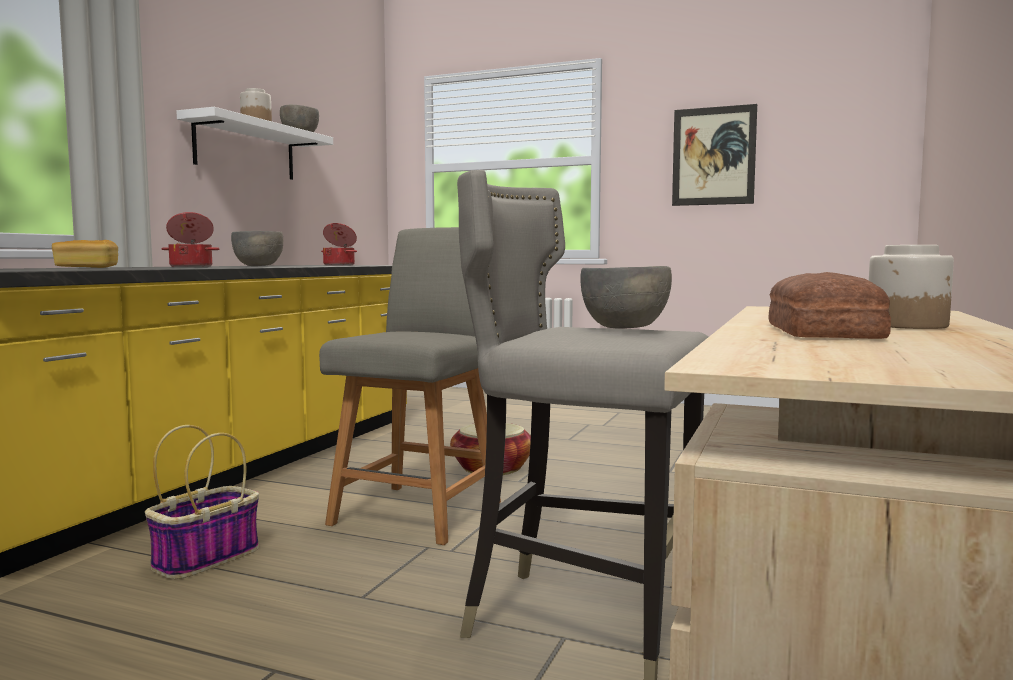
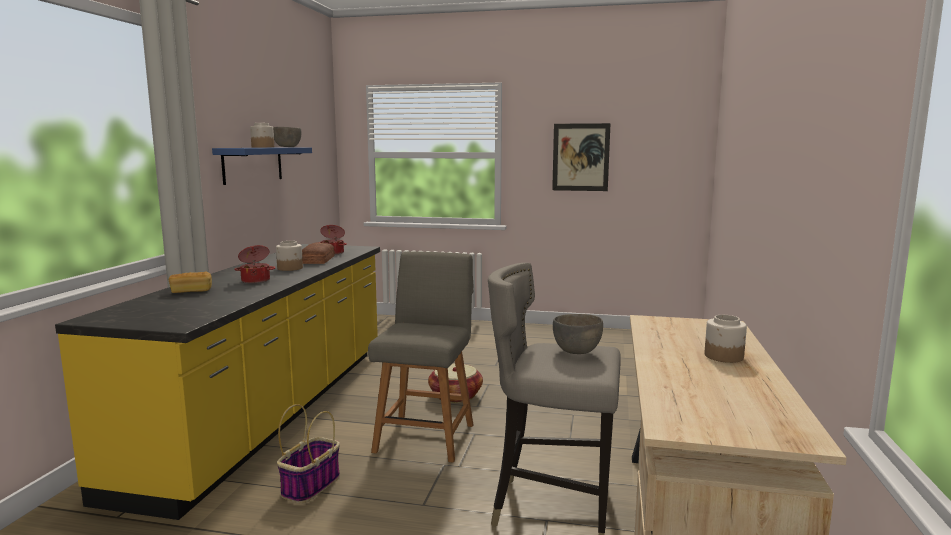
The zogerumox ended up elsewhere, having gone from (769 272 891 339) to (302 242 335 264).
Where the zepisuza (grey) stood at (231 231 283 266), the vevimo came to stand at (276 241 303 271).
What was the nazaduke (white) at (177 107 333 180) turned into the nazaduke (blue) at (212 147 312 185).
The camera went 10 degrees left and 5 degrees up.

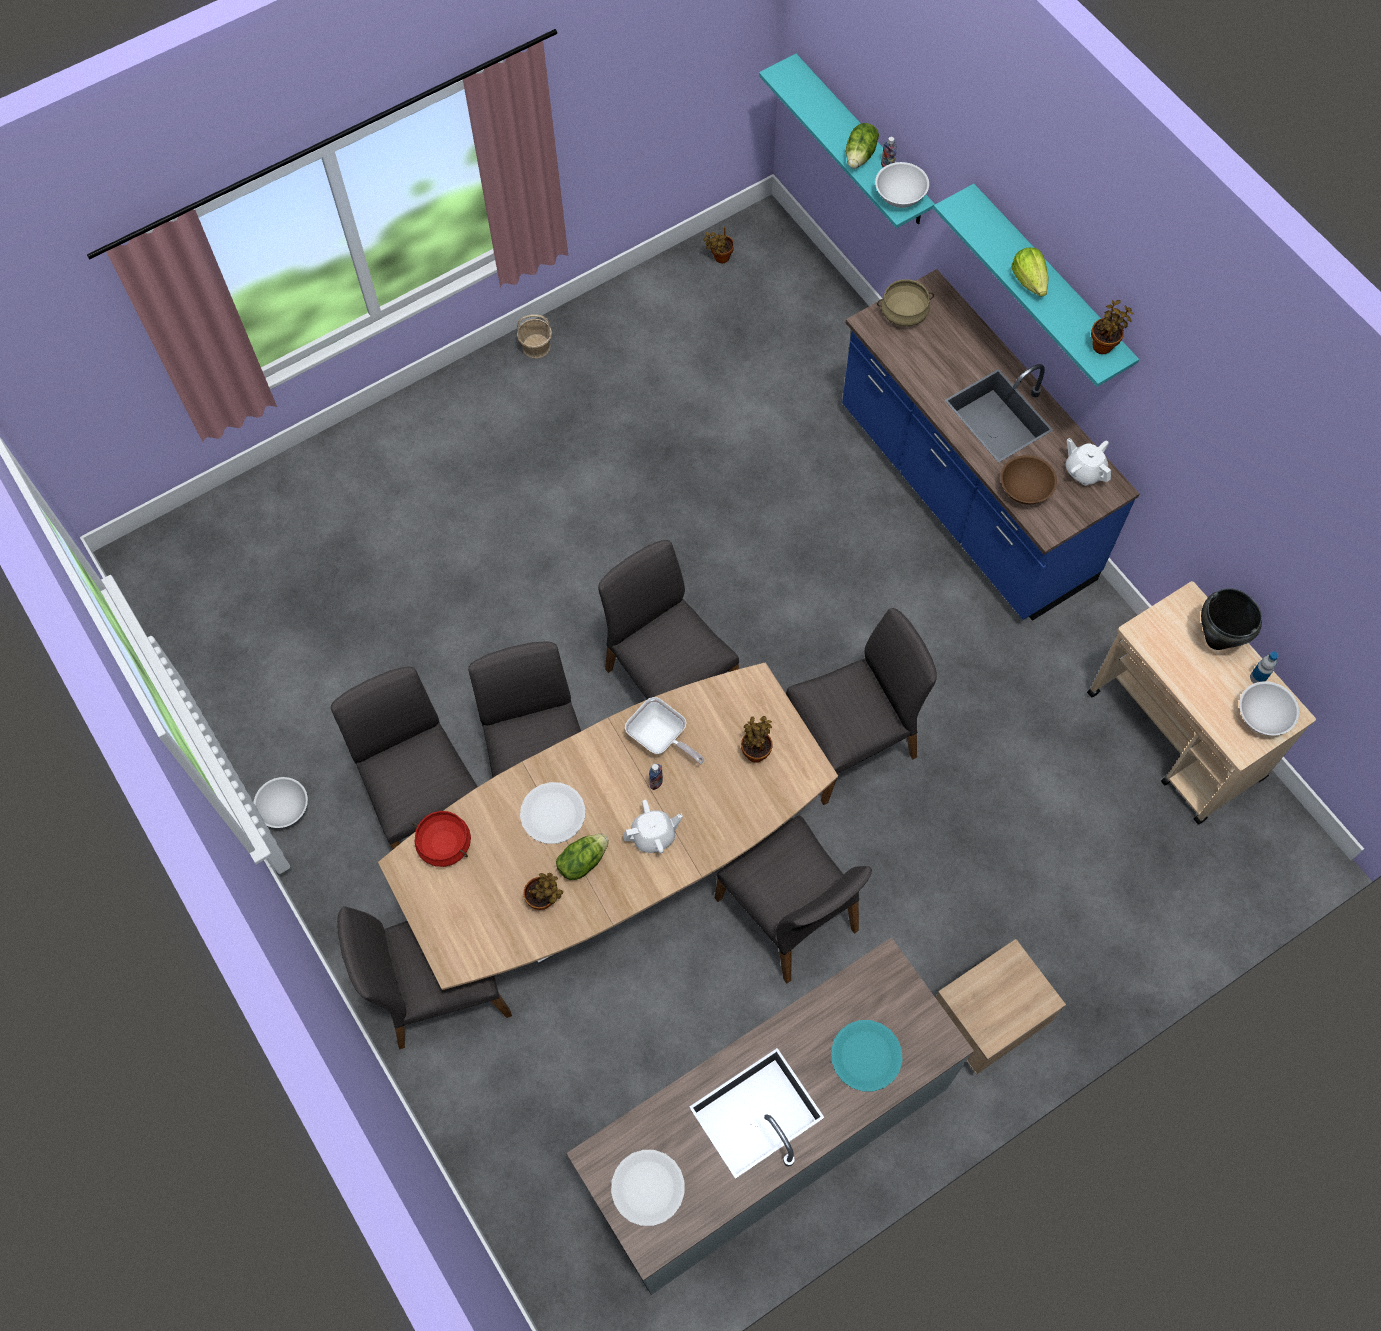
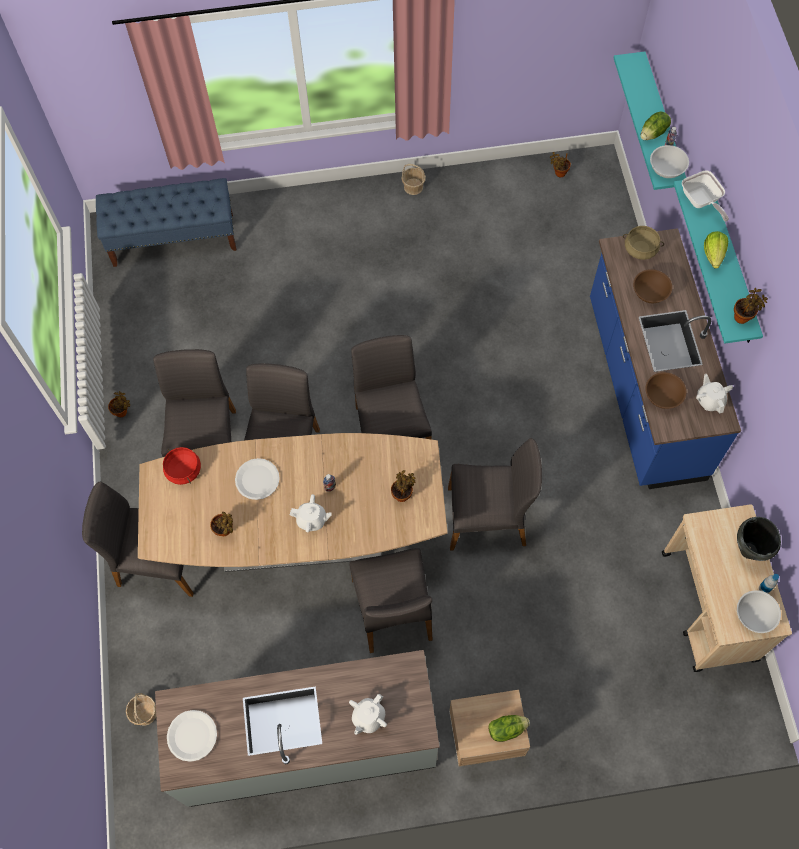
The second view gained the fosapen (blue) at (96 178 237 267).
The second view gained the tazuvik at (126 693 156 726).
The second view gained the zepisuza (brown) at (633 269 672 303).
The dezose ended up elsewhere, having gone from (556 834 609 880) to (488 715 530 742).
The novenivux ended up elsewhere, having gone from (625 697 705 764) to (682 170 729 222).
Where the zepisuza (white) stood at (253 777 308 828), the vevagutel came to stand at (108 391 130 417).
Where the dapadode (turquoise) stood at (831 1020 902 1091), the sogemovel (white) came to stand at (349 694 387 735).
The camera went 25 degrees right and 0 degrees up.

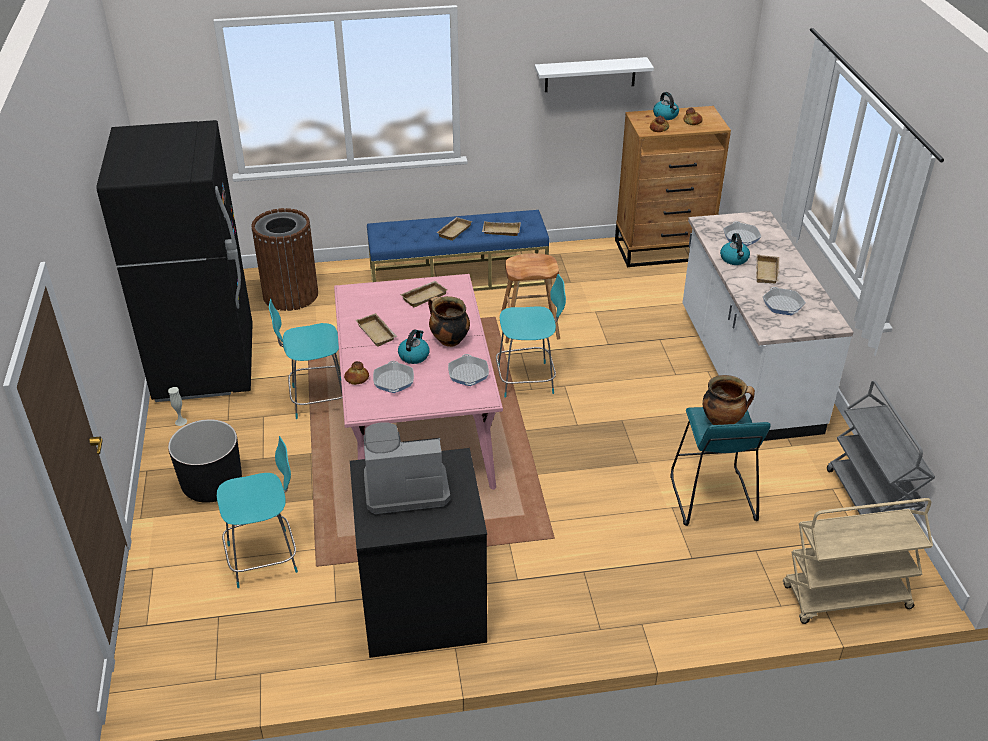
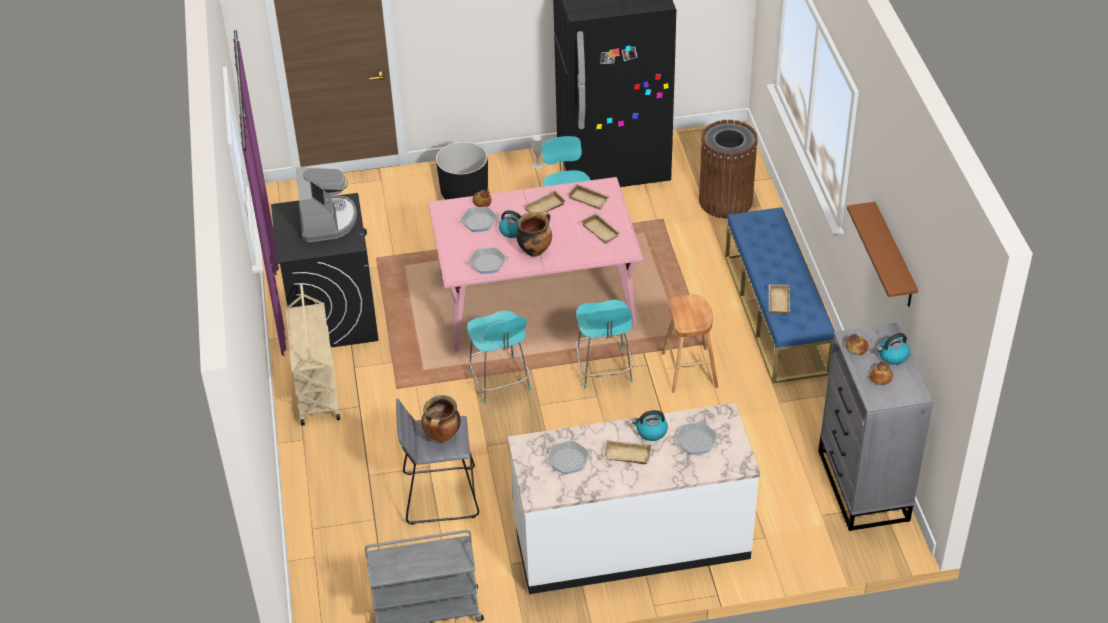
The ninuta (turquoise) ended up elsewhere, having gone from (217 436 298 588) to (467 311 531 404).
The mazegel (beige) ended up elsewhere, having gone from (436 217 472 241) to (567 184 611 210).
The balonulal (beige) ended up elsewhere, having gone from (783 498 933 624) to (286 284 340 425).
What was the nazaduke (white) at (535 57 654 92) turned into the nazaduke (brown) at (847 202 918 307).
What was the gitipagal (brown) at (615 106 731 267) turned into the gitipagal (grey) at (818 323 933 531).
What was the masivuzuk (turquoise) at (670 407 771 526) turned into the masivuzuk (grey) at (396 398 479 525).
The camera went 90 degrees right and 5 degrees up.

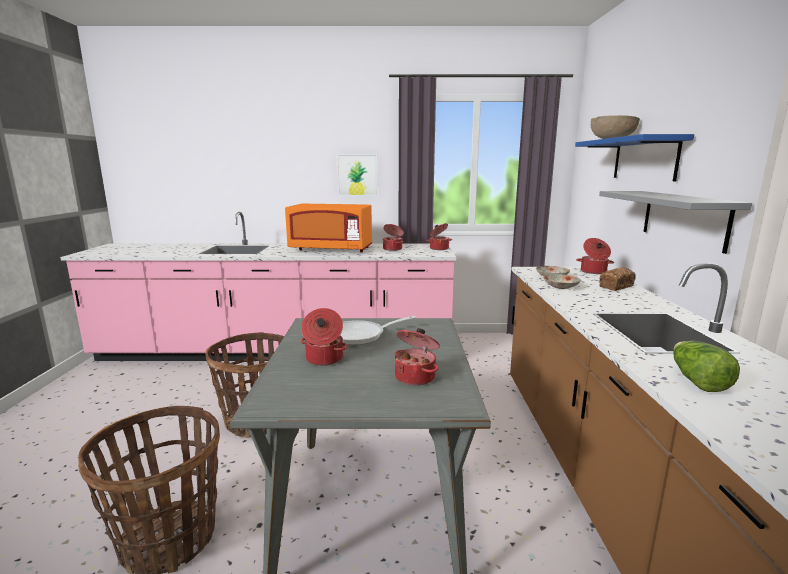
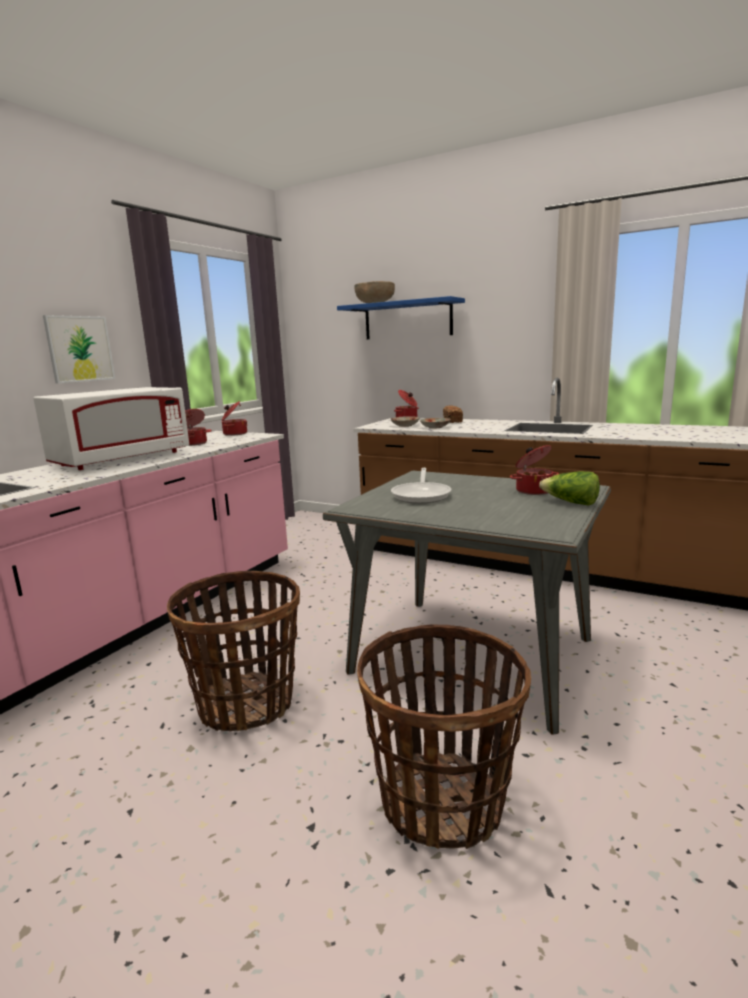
The second view lost the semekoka at (301 308 348 366).
The second view lost the nazaduke (grey) at (599 191 752 254).
The dezose ended up elsewhere, having gone from (673 341 740 392) to (539 471 600 506).
What was the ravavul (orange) at (285 204 372 252) turned into the ravavul (white) at (33 387 189 470).
The camera went 60 degrees left and 0 degrees up.

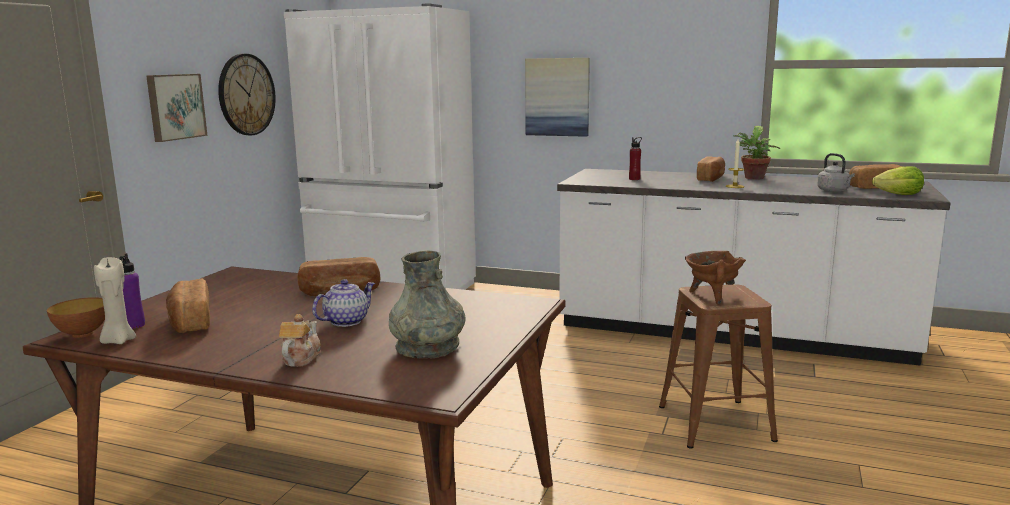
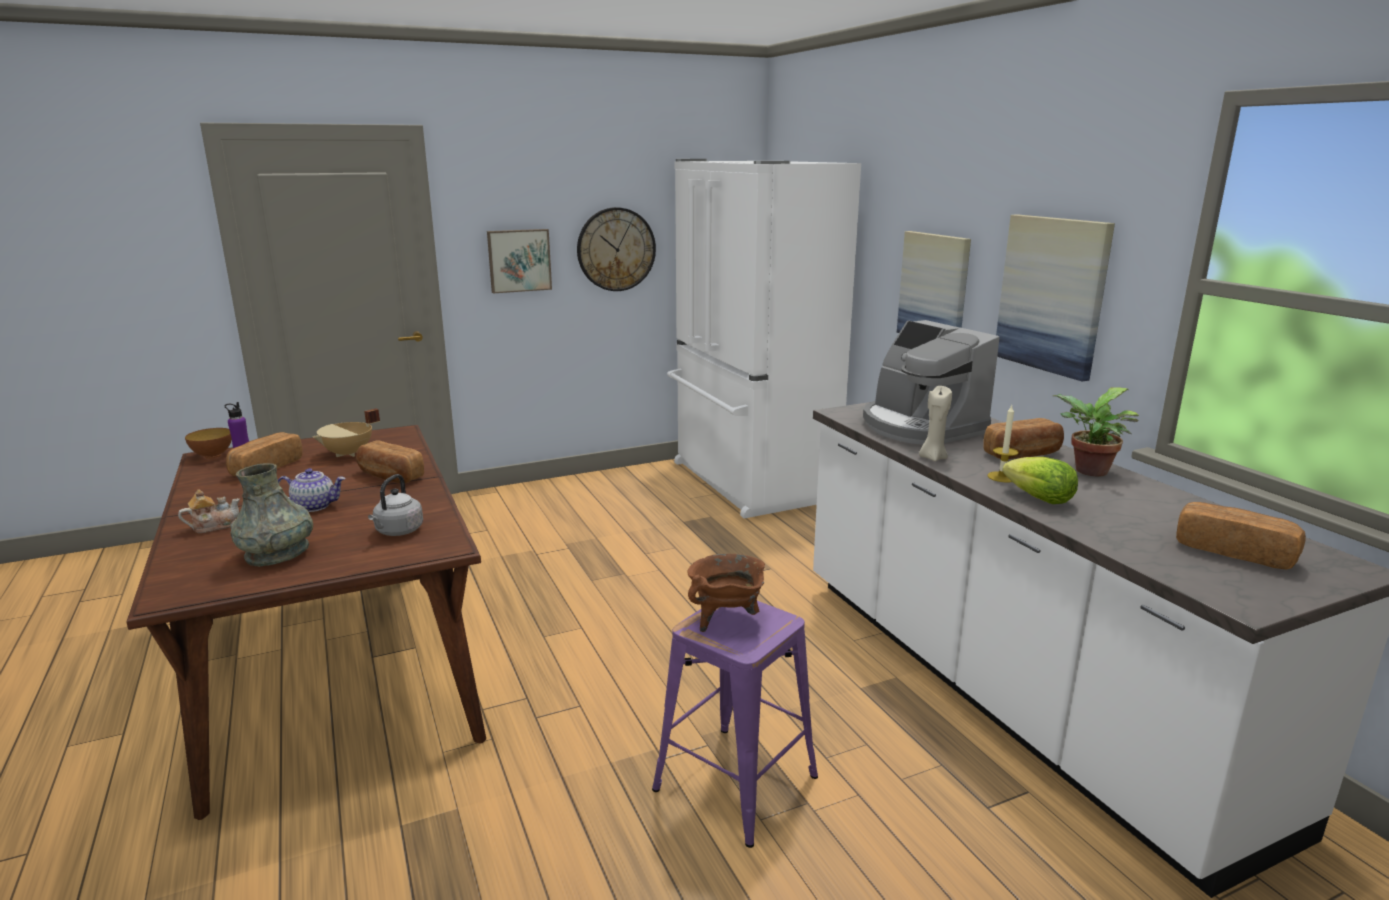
The second view gained the semekoka (beige) at (313 408 380 457).
The second view gained the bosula at (996 214 1115 382).
The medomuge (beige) ended up elsewhere, having gone from (94 257 136 344) to (919 386 952 461).
The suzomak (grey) ended up elsewhere, having gone from (817 153 855 192) to (368 474 423 536).
The dezose ended up elsewhere, having gone from (872 166 924 195) to (1002 457 1078 504).
Where the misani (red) stood at (629 137 642 180), the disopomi came to stand at (863 320 1000 445).
What was the masivuzuk (brown) at (659 284 778 449) turned into the masivuzuk (purple) at (652 601 818 848).
The camera went 45 degrees right and 5 degrees up.

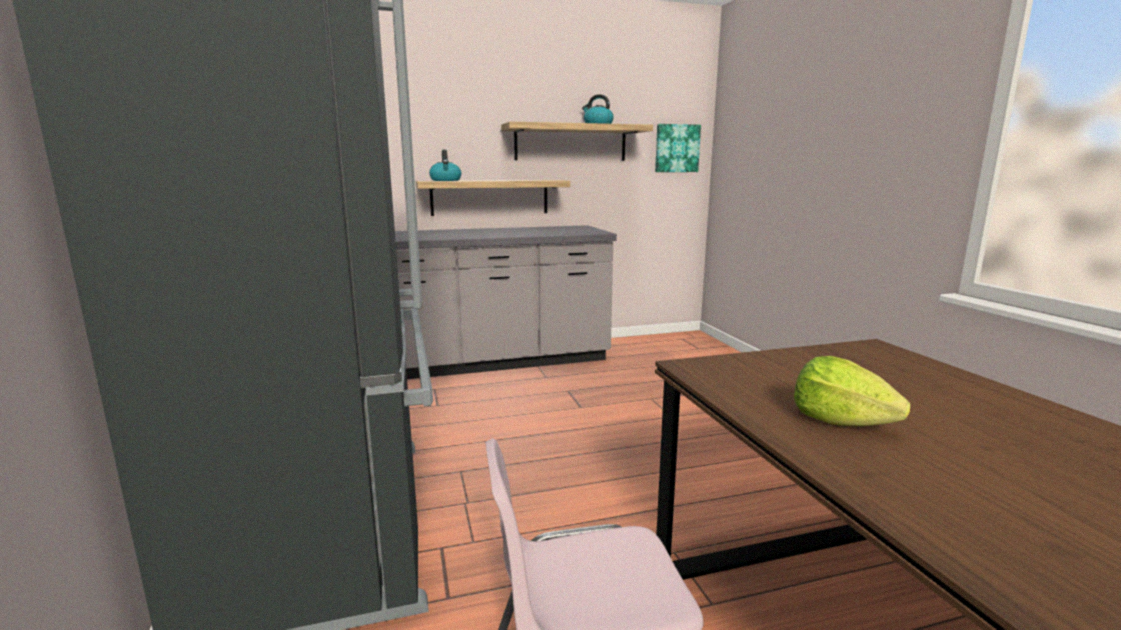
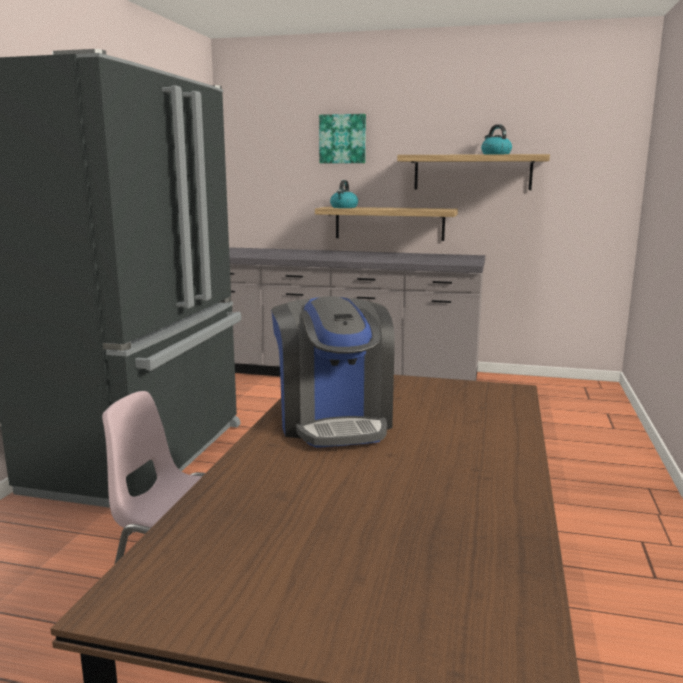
The bosula ended up elsewhere, having gone from (655 124 701 172) to (319 114 366 163).
Where the dezose stood at (794 356 911 426), the disopomi came to stand at (271 296 395 448).
The camera went 30 degrees right and 0 degrees up.

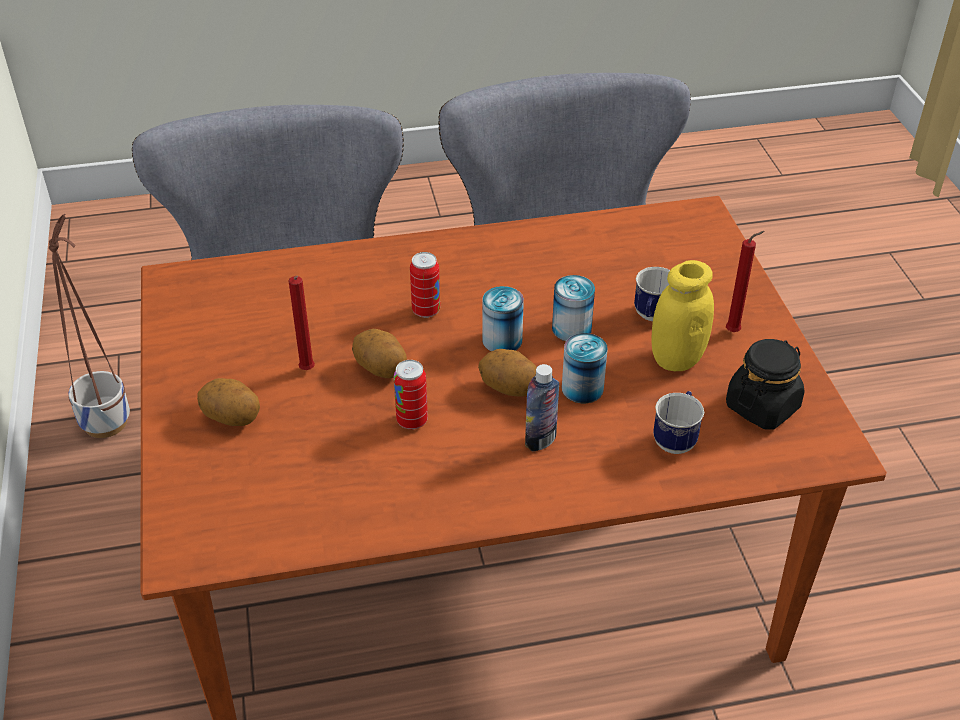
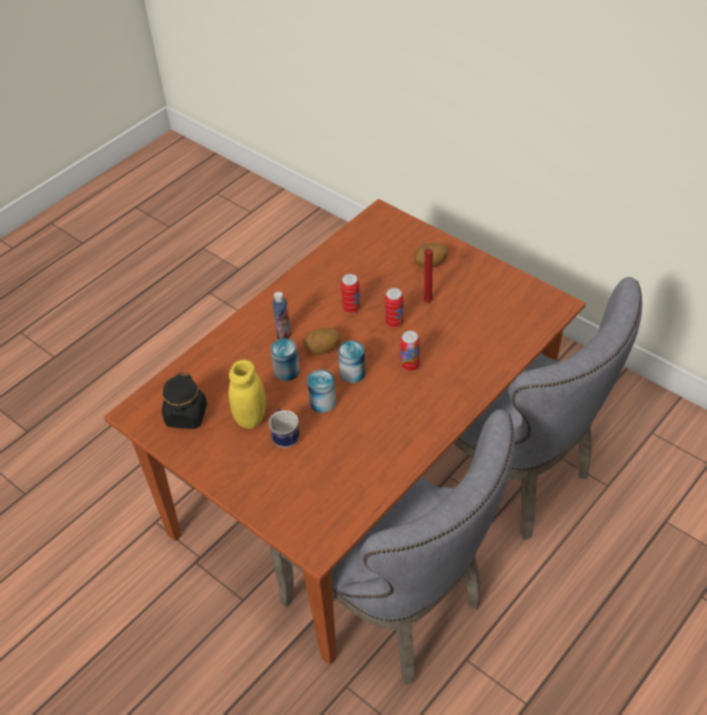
The second view lost the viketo at (49 214 130 438).
The second view lost the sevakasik at (653 391 704 454).
The second view lost the medomuge (red) at (726 231 765 332).
Where the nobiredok stood at (352 329 407 378), the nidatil came to stand at (385 288 404 328).
The camera went 145 degrees right and 5 degrees up.

